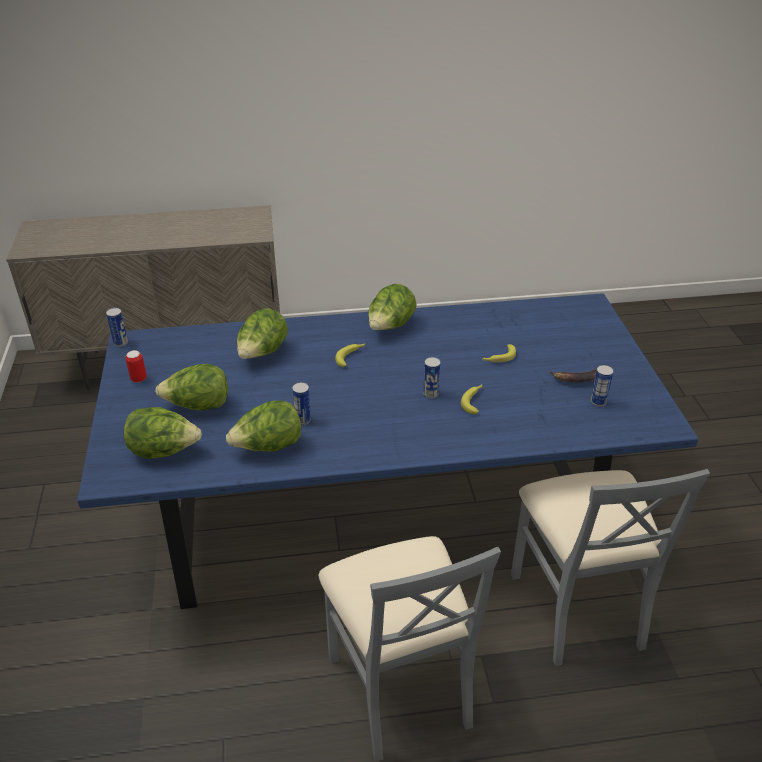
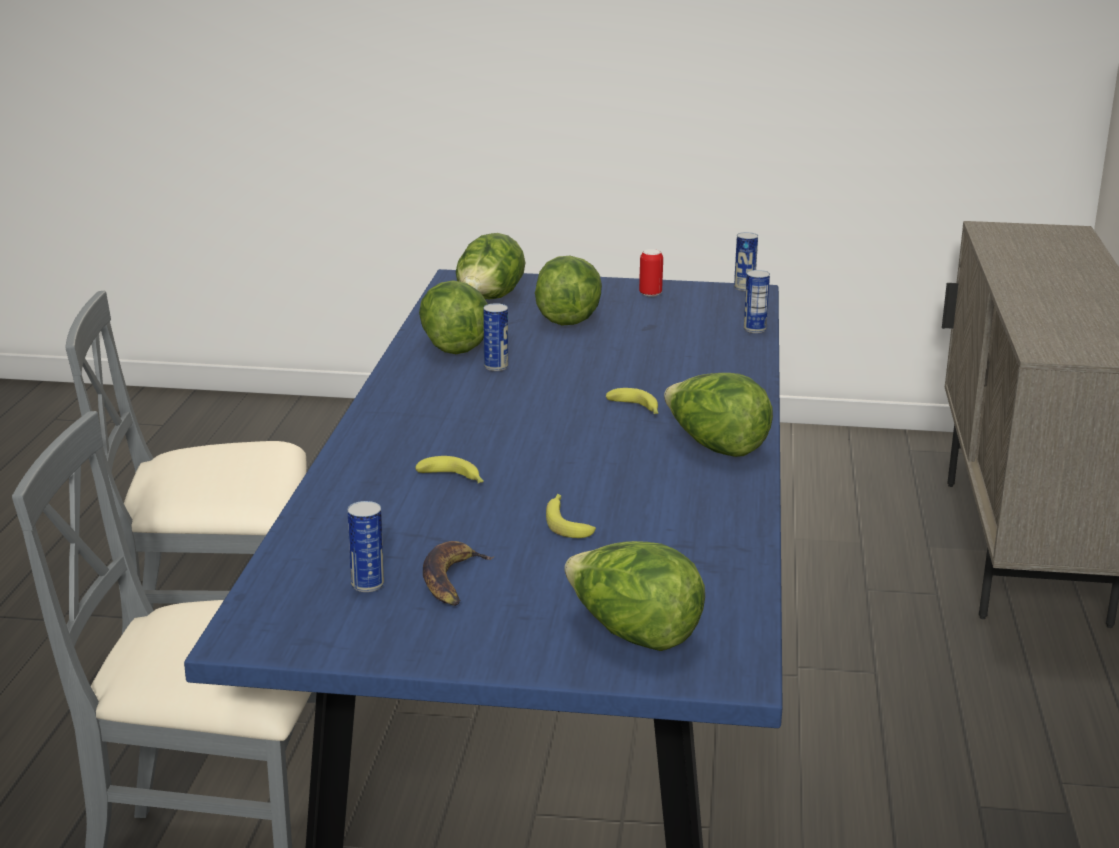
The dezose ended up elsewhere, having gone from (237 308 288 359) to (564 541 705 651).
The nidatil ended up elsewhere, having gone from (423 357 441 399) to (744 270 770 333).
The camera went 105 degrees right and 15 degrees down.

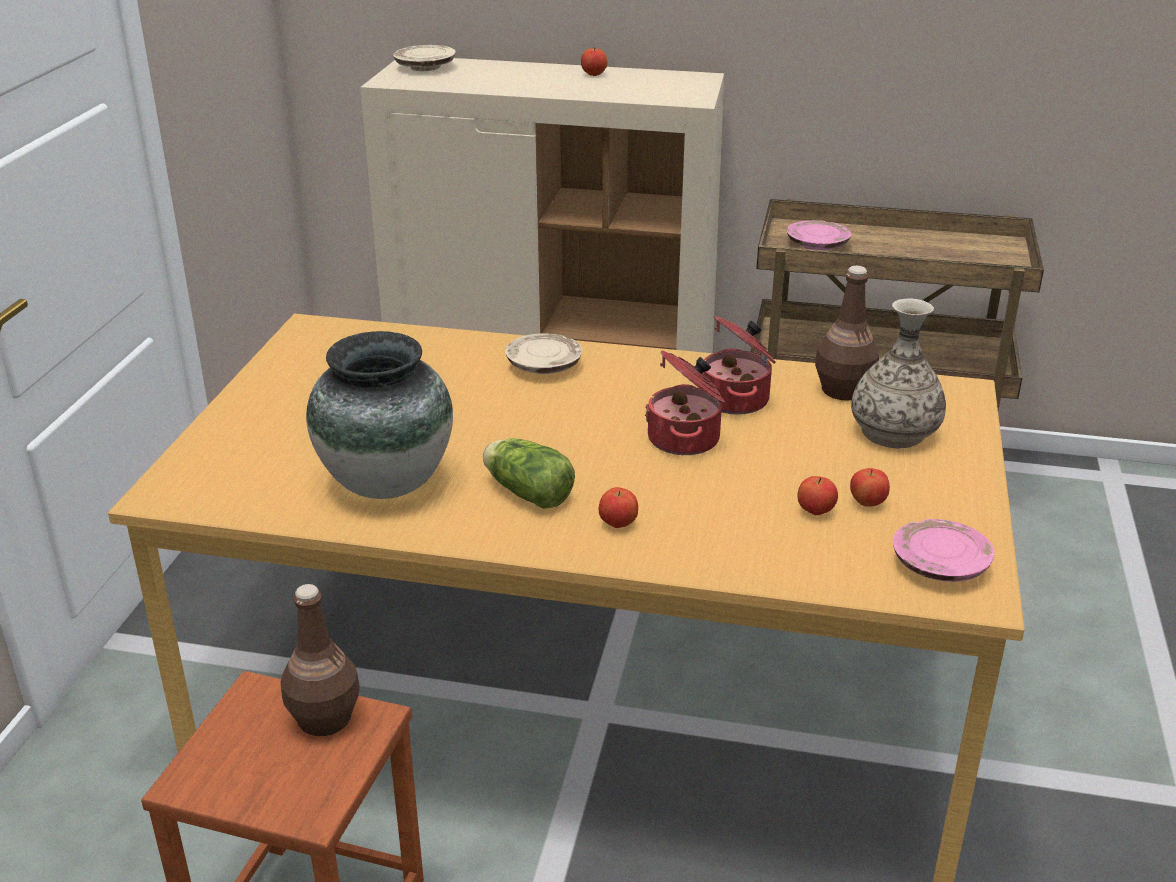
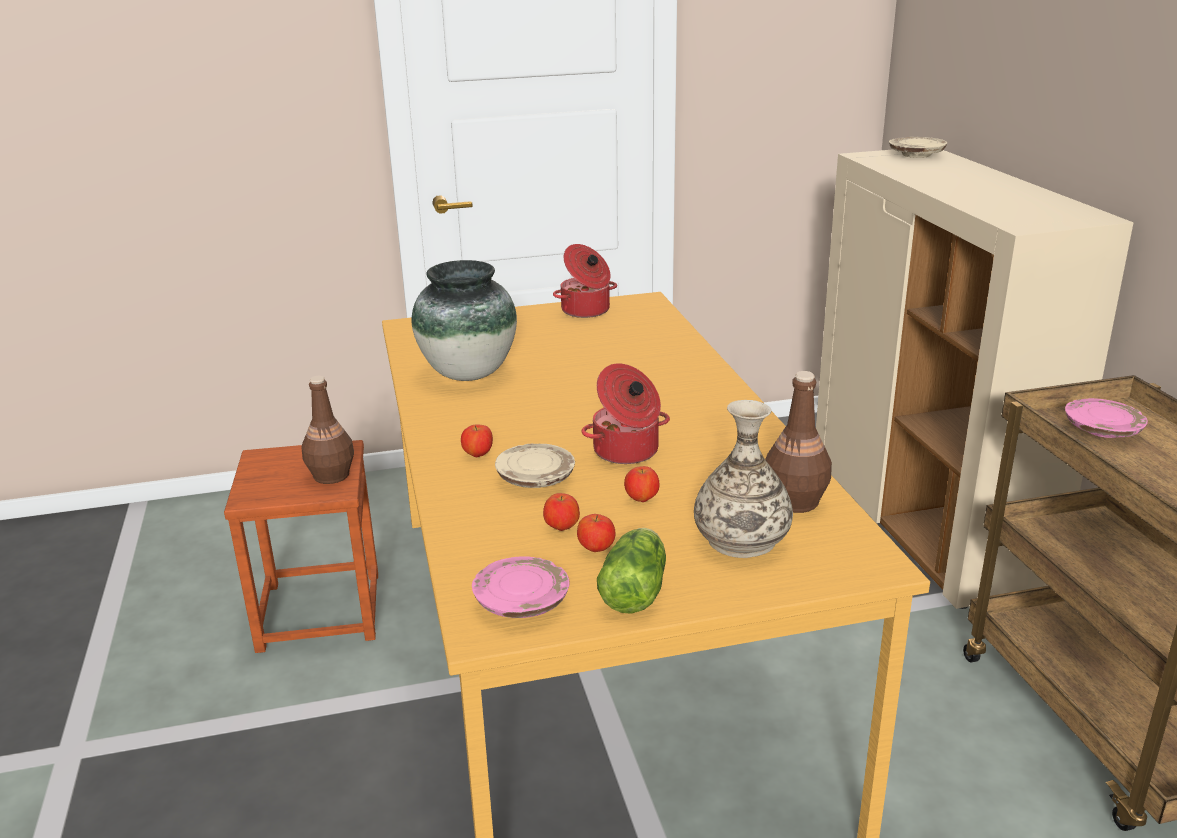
The dezose ended up elsewhere, having gone from (483 438 575 509) to (597 528 666 614).
The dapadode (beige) ended up elsewhere, having gone from (505 333 582 374) to (495 444 575 488).
The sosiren ended up elsewhere, having gone from (581 48 607 76) to (624 466 659 502).
The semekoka ended up elsewhere, having gone from (703 316 776 415) to (553 244 617 318).
The camera went 65 degrees right and 5 degrees down.

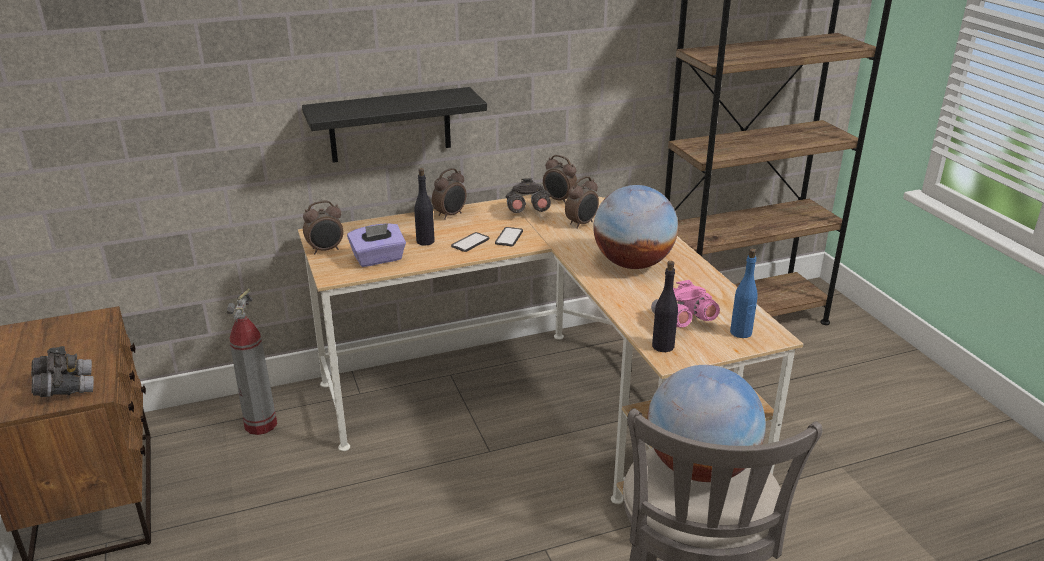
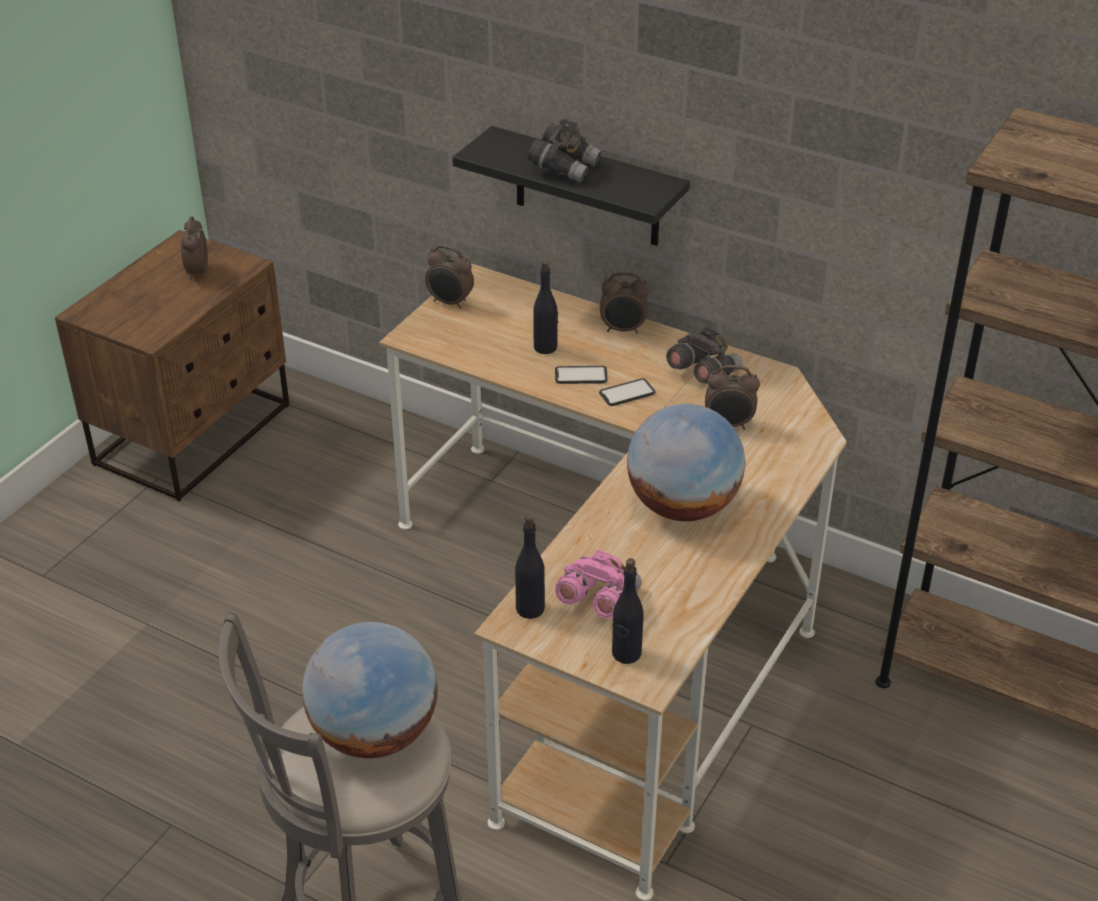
The second view lost the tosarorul at (226 288 277 435).
The second view lost the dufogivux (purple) at (347 223 406 267).
The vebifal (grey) ended up elsewhere, having gone from (31 346 94 397) to (527 119 602 183).
The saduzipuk ended up elsewhere, having gone from (543 155 578 204) to (181 216 208 280).
What was the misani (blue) at (730 248 758 338) turned into the misani (black) at (612 558 644 664).
The camera went 50 degrees right and 10 degrees up.

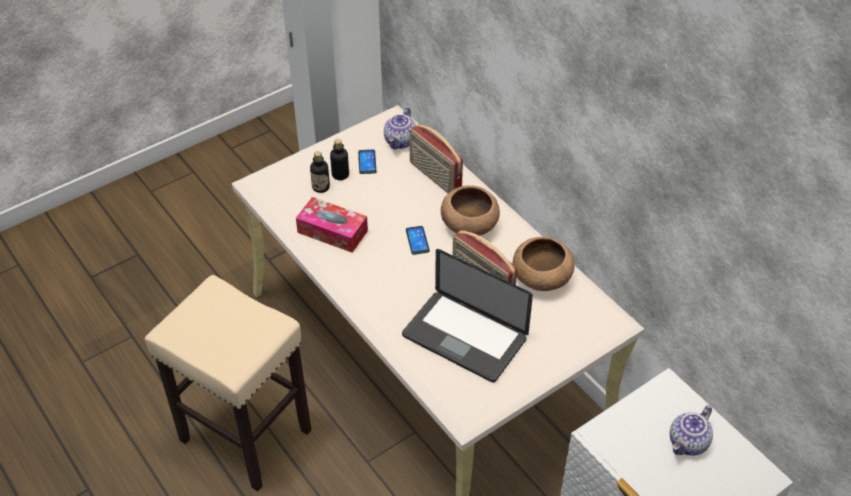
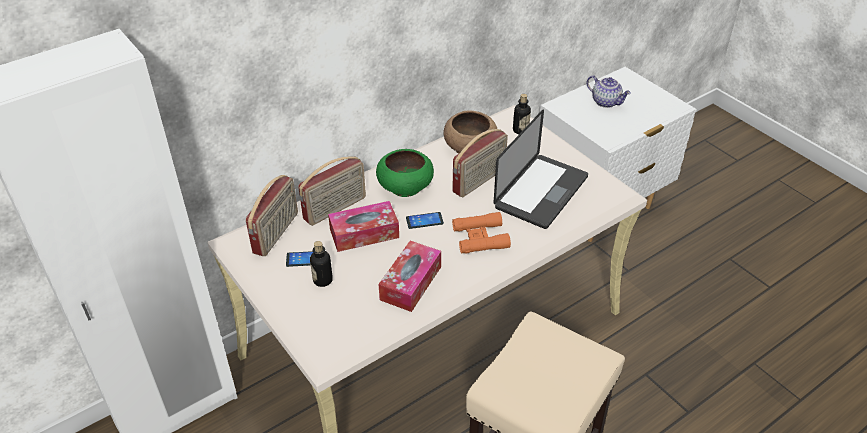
The second view gained the dufogivux at (328 201 399 252).
The second view gained the vebifal (orange) at (452 212 511 254).
The misani ended up elsewhere, having gone from (310 151 330 193) to (513 94 531 134).
Where the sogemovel stood at (384 107 416 149), the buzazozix came to stand at (246 175 298 256).
What was the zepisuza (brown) at (441 185 500 236) turned into the zepisuza (green) at (376 149 434 197).
The camera went 90 degrees left and 5 degrees down.

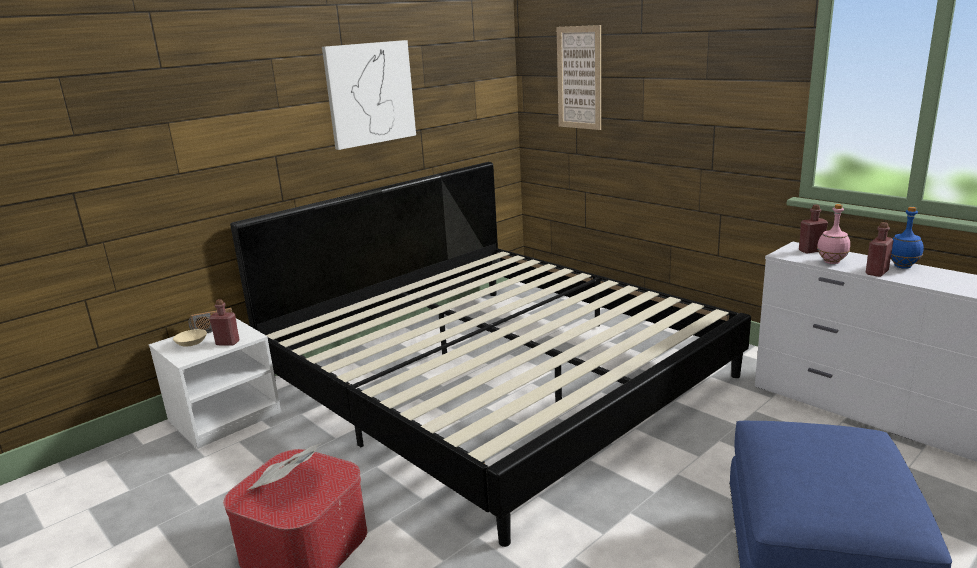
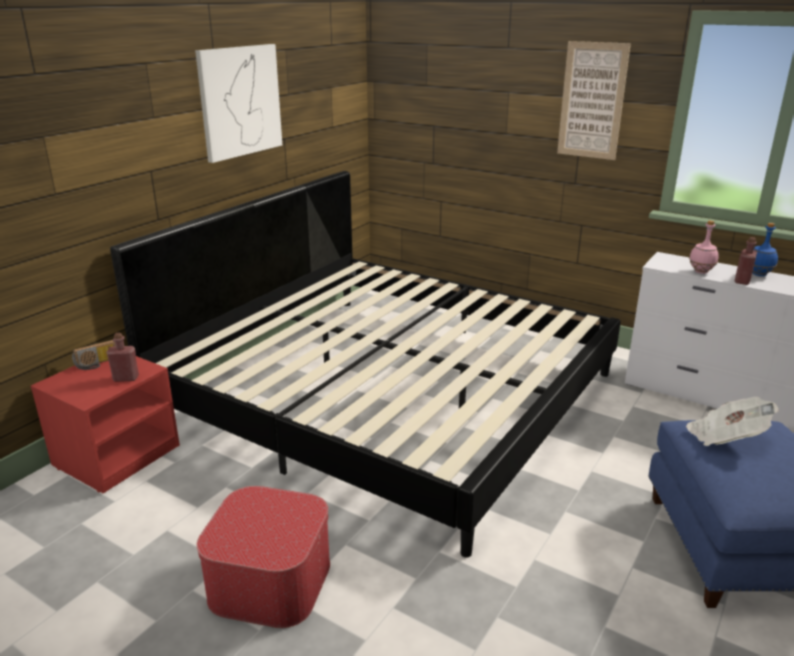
The second view lost the zepisuza (beige) at (173 329 207 347).
The second view lost the misani (red) at (799 205 828 253).
The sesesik ended up elsewhere, having gone from (247 443 321 490) to (686 397 779 446).
The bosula ended up elsewhere, having gone from (557 25 601 130) to (557 41 631 160).
What was the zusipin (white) at (149 318 281 449) turned into the zusipin (red) at (31 356 180 494).
The camera went 15 degrees left and 5 degrees up.

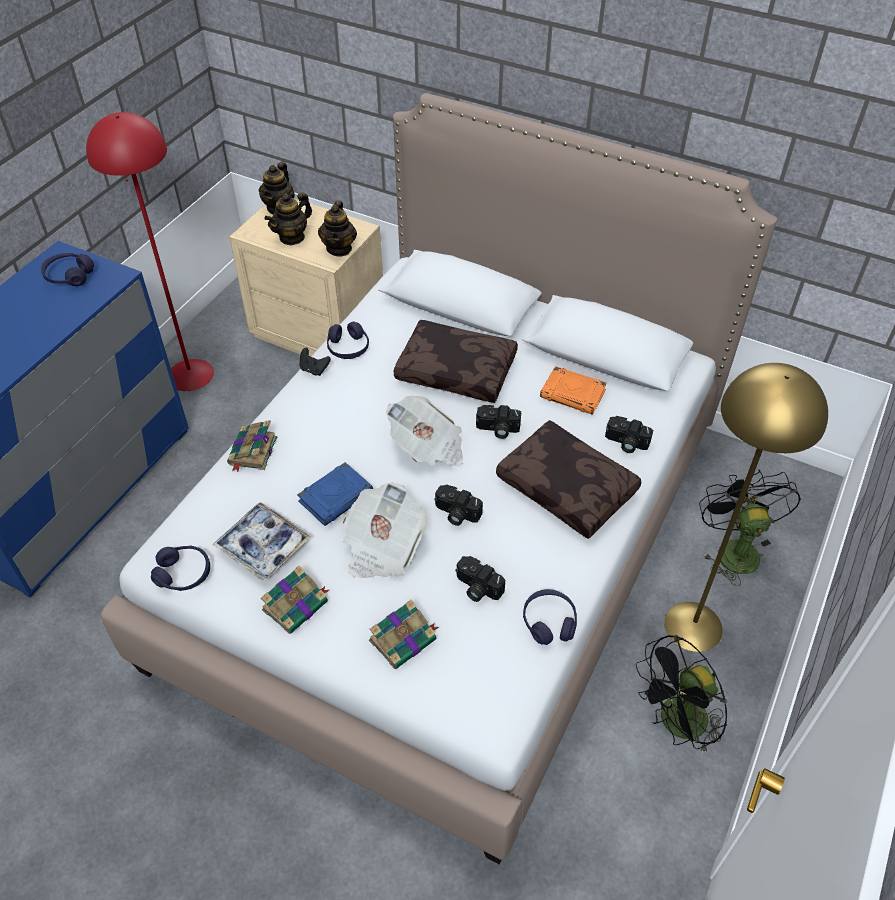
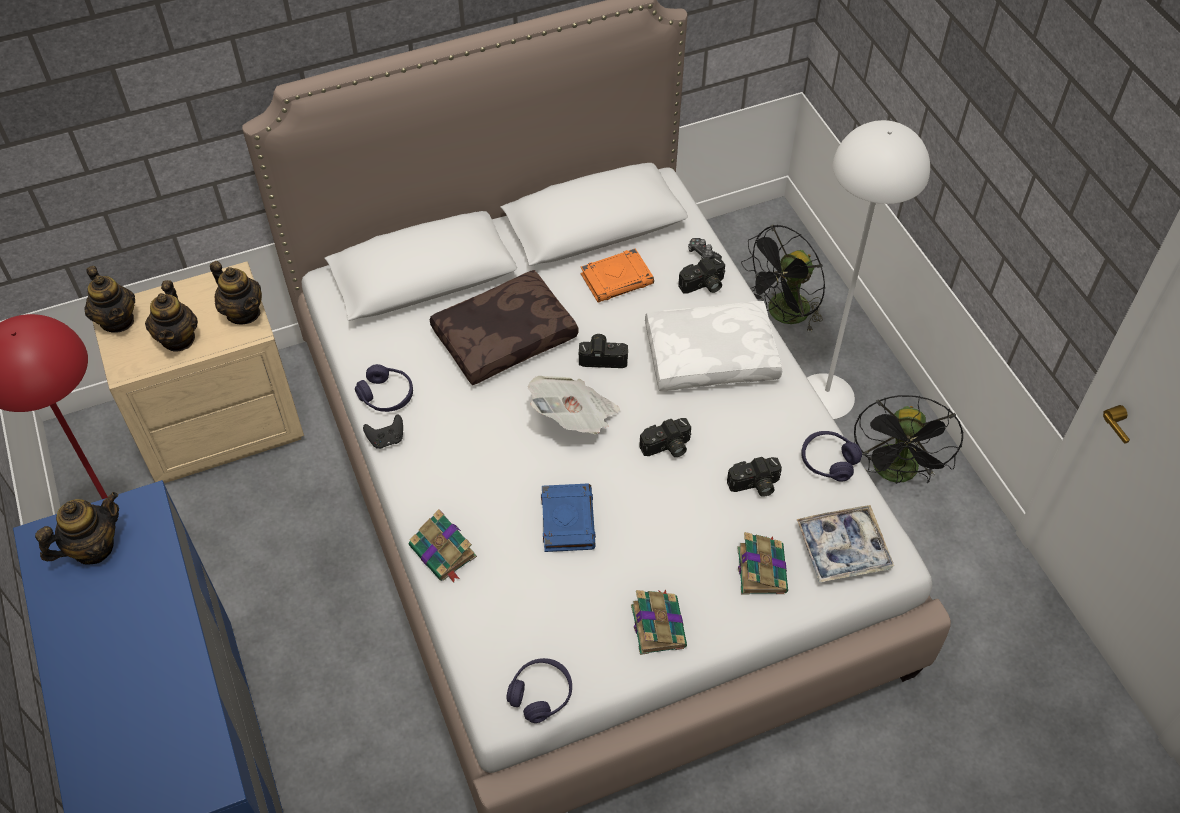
The second view lost the sesesik at (343 482 427 578).
The second view gained the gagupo at (688 238 722 260).
The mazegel ended up elsewhere, having gone from (212 502 311 580) to (796 505 894 583).
Where the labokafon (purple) stood at (41 253 94 286), the sogemovel came to stand at (35 492 119 565).
What was the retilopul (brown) at (496 420 642 539) turned into the retilopul (white) at (645 301 782 391).
What was the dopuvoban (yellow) at (664 363 828 652) turned into the dopuvoban (white) at (807 120 930 419).
The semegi at (476 405 521 439) ended up facing another way, 135 degrees counterclockwise from before.
The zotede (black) at (699 469 801 586) ended up facing another way, 75 degrees counterclockwise from before.
The camera went 50 degrees left and 5 degrees up.

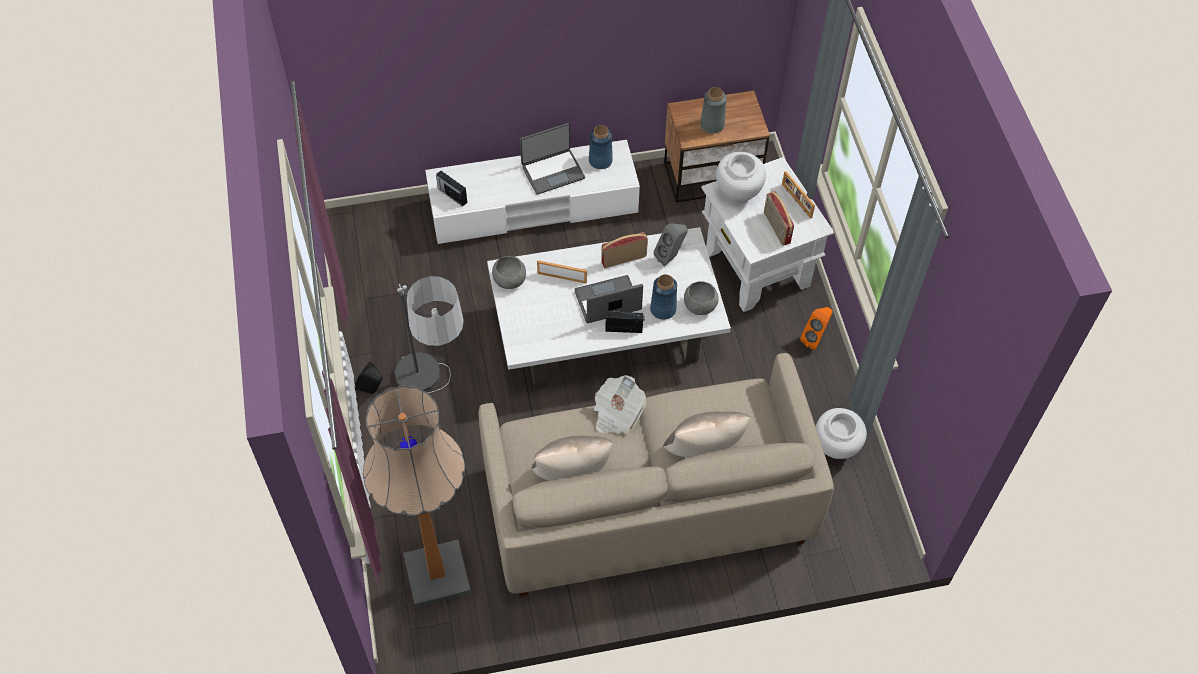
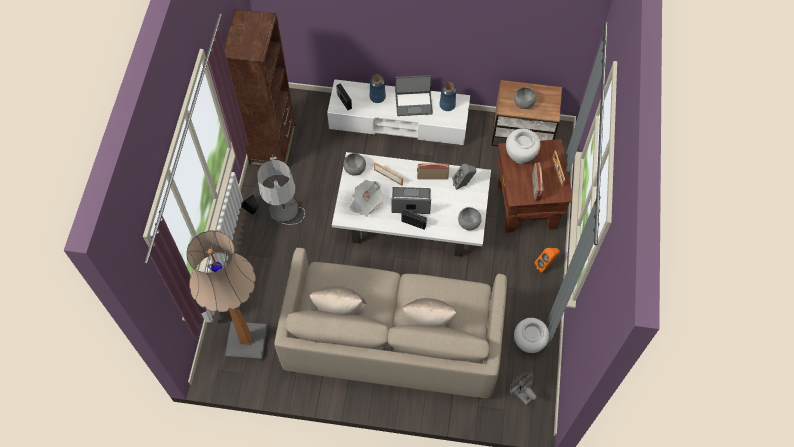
The second view gained the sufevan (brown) at (224 9 296 166).
The second view gained the zotede (grey) at (510 372 537 405).
The sesesik ended up elsewhere, having gone from (594 375 646 434) to (350 180 384 217).
The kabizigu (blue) ended up elsewhere, having gone from (650 274 677 320) to (370 74 386 103).
Where the kabizigu (grey) stood at (700 87 727 133), the zepisuza (grey) came to stand at (514 87 536 109).
What was the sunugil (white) at (701 157 834 312) turned into the sunugil (brown) at (498 139 572 233).
The camera went 20 degrees right and 5 degrees up.

